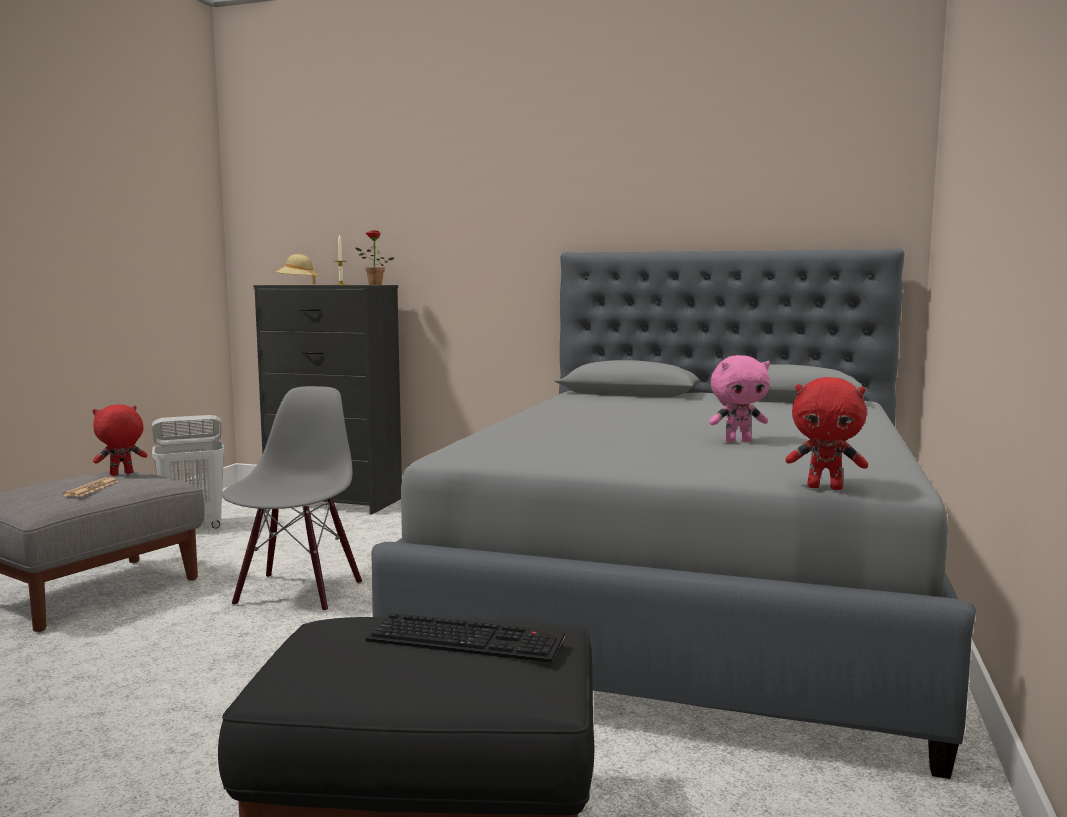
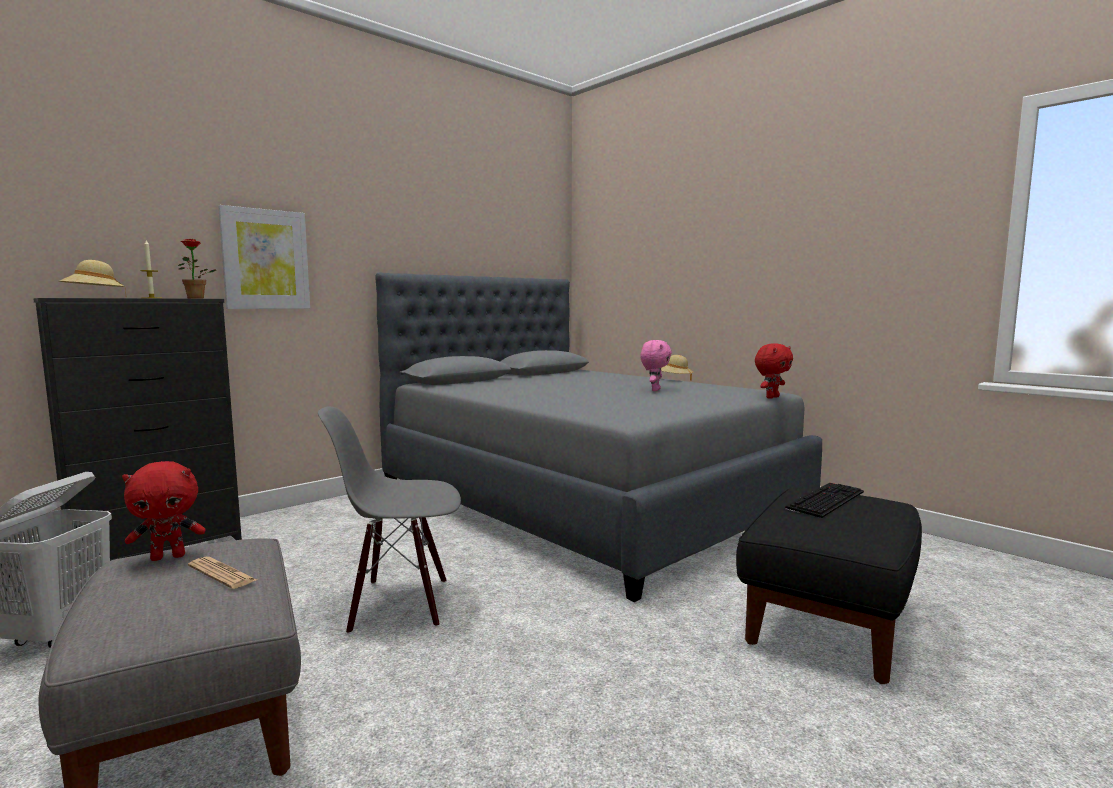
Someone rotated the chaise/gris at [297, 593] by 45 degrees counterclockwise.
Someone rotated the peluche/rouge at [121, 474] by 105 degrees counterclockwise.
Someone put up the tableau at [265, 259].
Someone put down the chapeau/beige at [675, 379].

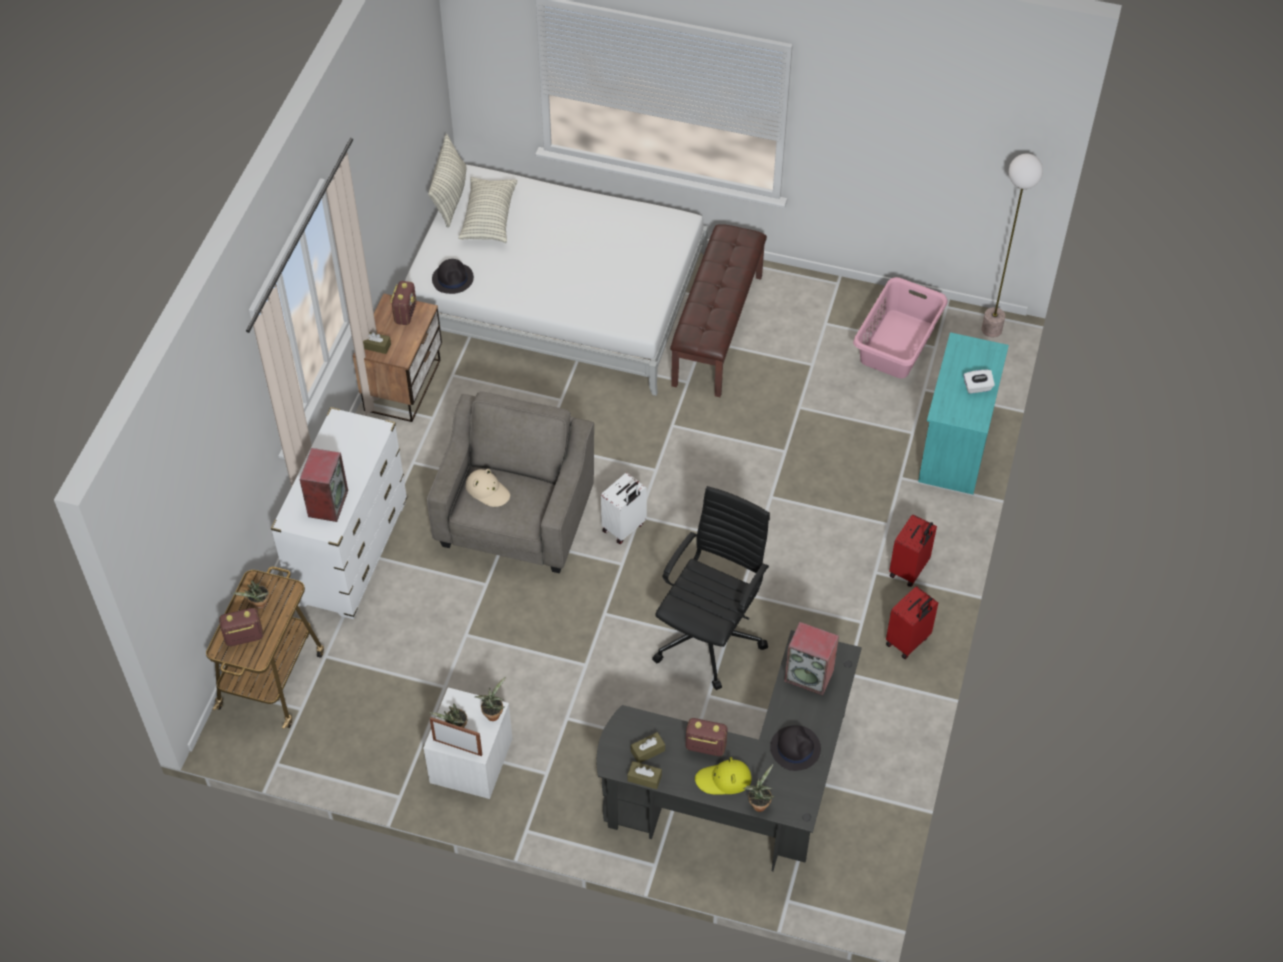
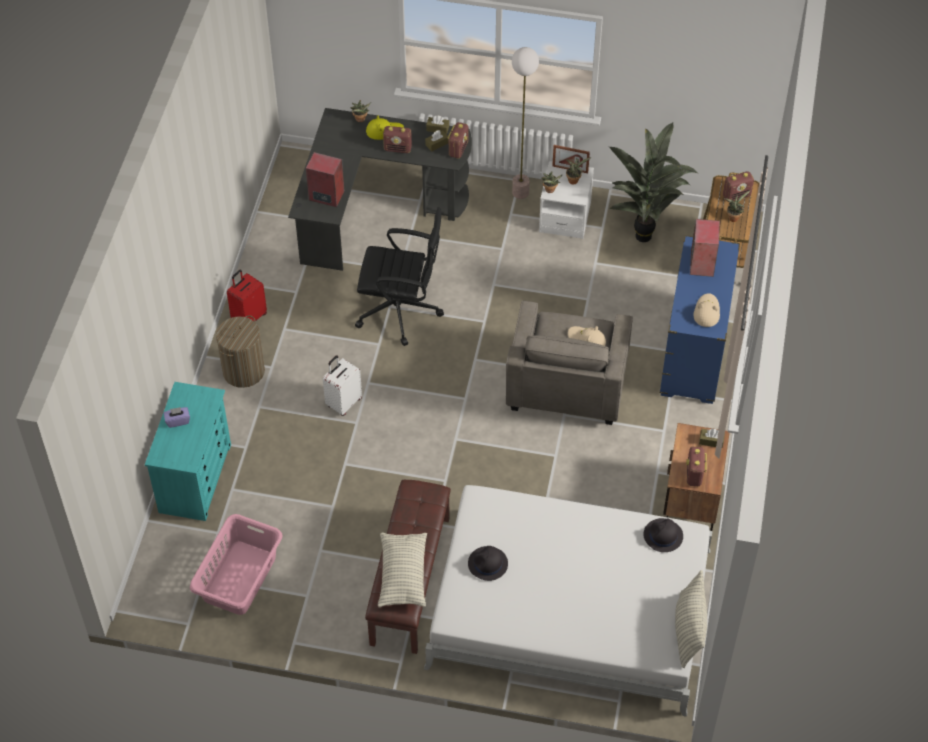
Someone carried the lampadaire from [991, 329] to [520, 192].
Someone carried the coussin from [489, 218] to [403, 576].
Someone repainted the boîte à mouchoirs/blanc at [977, 387], which became the boîte à mouchoirs/violet at [177, 421].
Someone repainted the commode/blanc at [350, 552], which became the commode/bleu at [694, 353].
Someone carried the valise/blanc from [624, 528] to [343, 402].
Someone rotated the chaise de bureau/noir at [710, 635] by 105 degrees counterclockwise.
Someone swapped the valise/rouge at [909, 570] for the panier à linge at [243, 371].
Someone carried the chapeau/noir from [795, 748] to [488, 564].
Someone put down the radio at [458, 149].
Someone put down the plante en pot at [644, 233].
Someone put down the chapeau/beige at [706, 312].

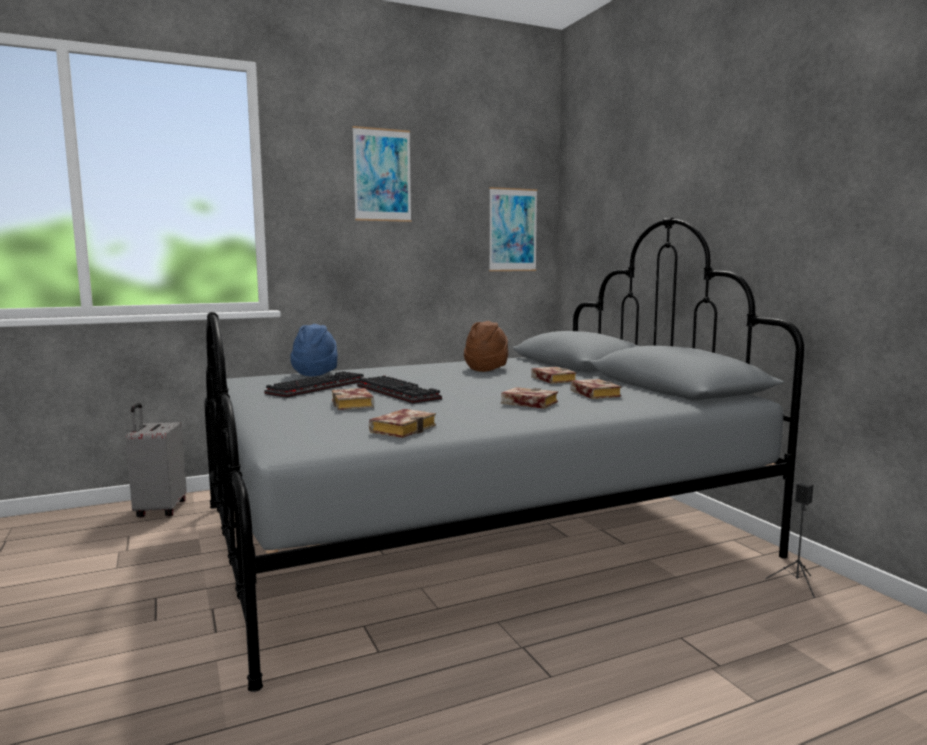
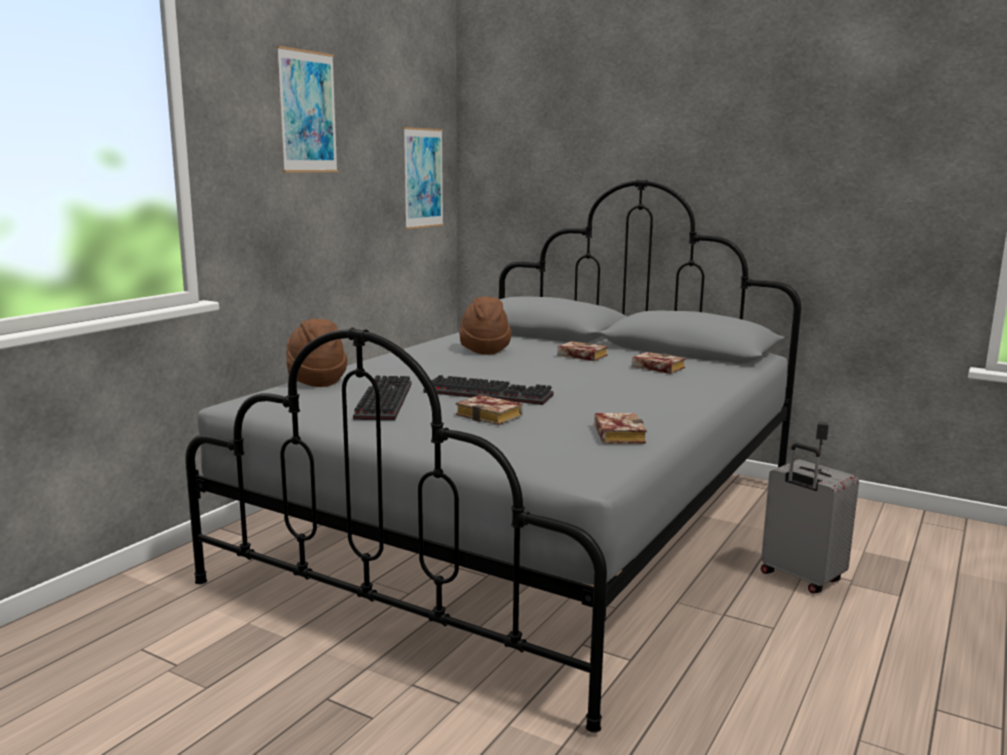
Someone repainted the chapeau/bleu at [316, 373], which became the chapeau/marron at [316, 381].
Someone took away the livre at [526, 403].
Someone carried the valise/gris from [159, 510] to [800, 578].

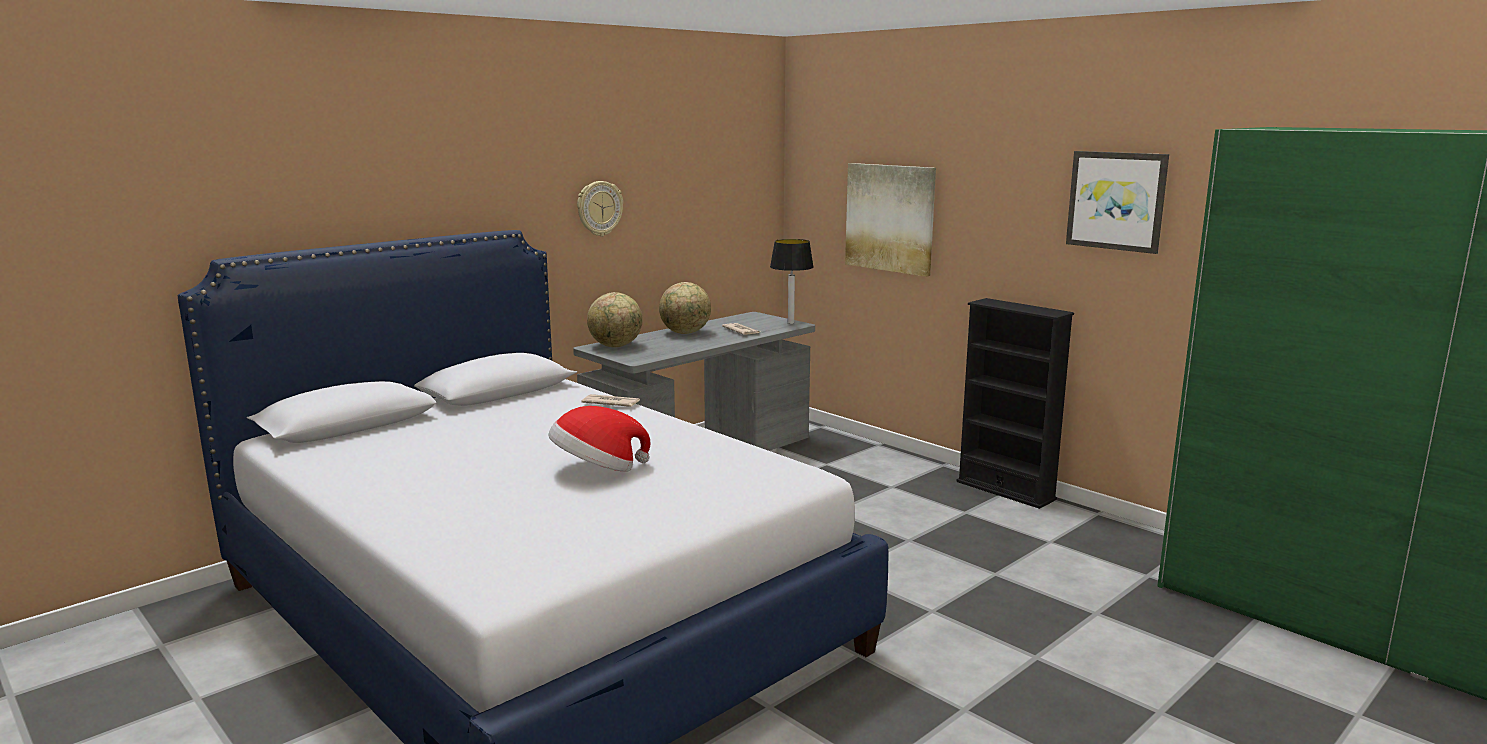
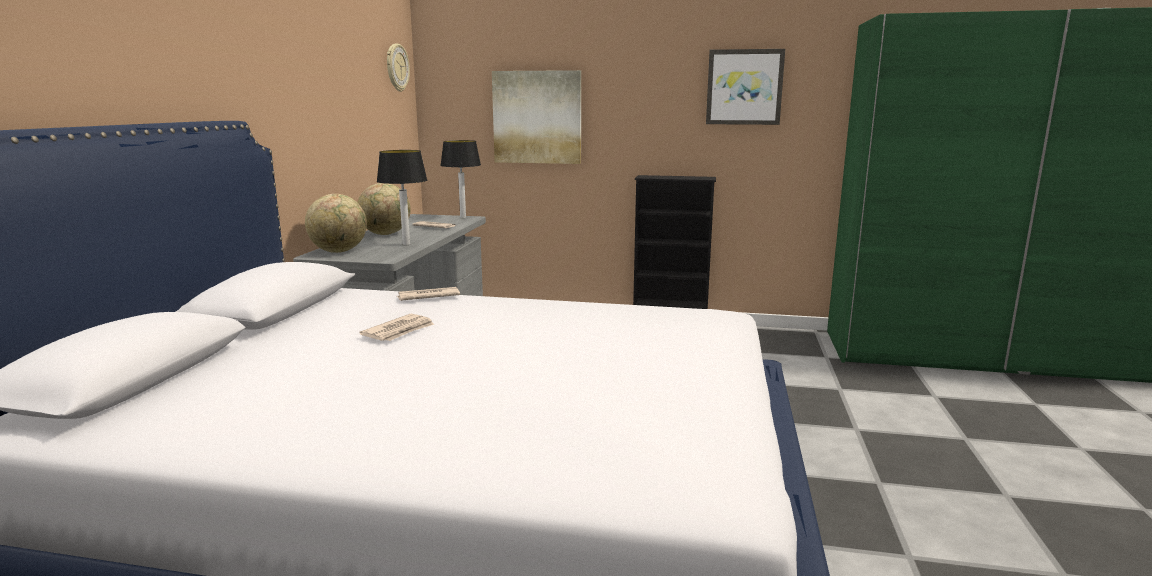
Someone carried the horloge murale from [599, 208] to [396, 67].
Someone took away the chapeau at [597, 470].
Someone put down the lampe de table at [406, 244].
Someone put down the journal at [399, 331].

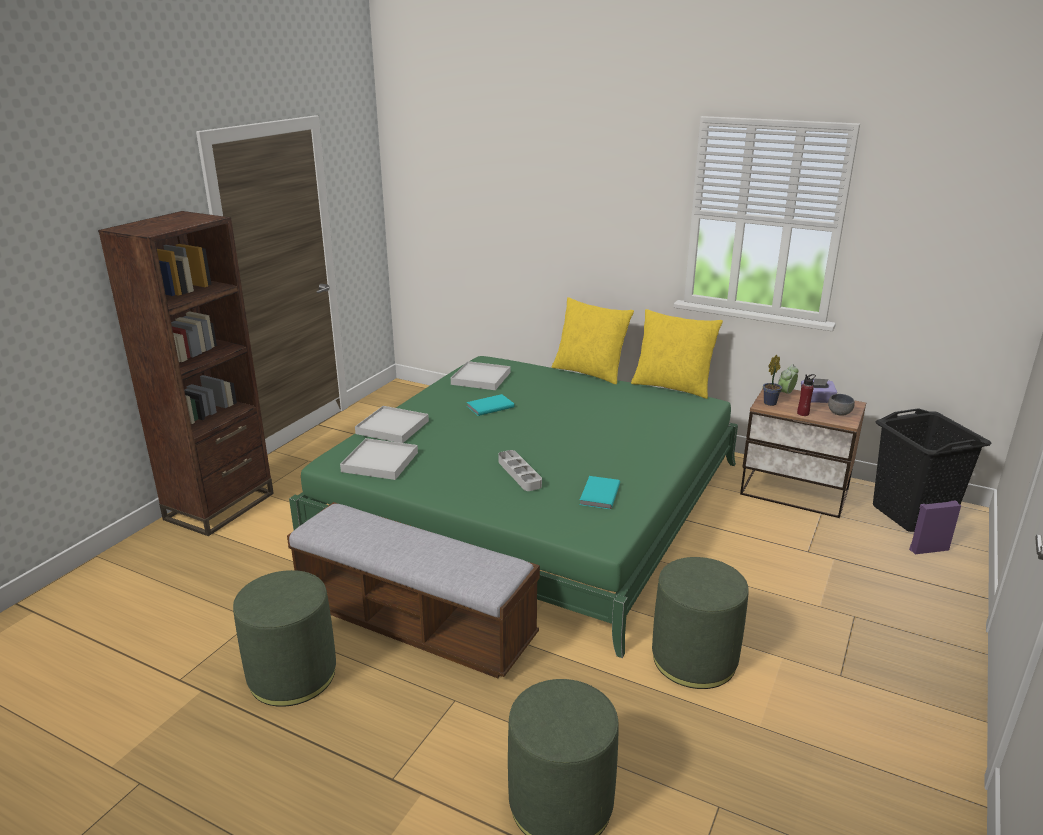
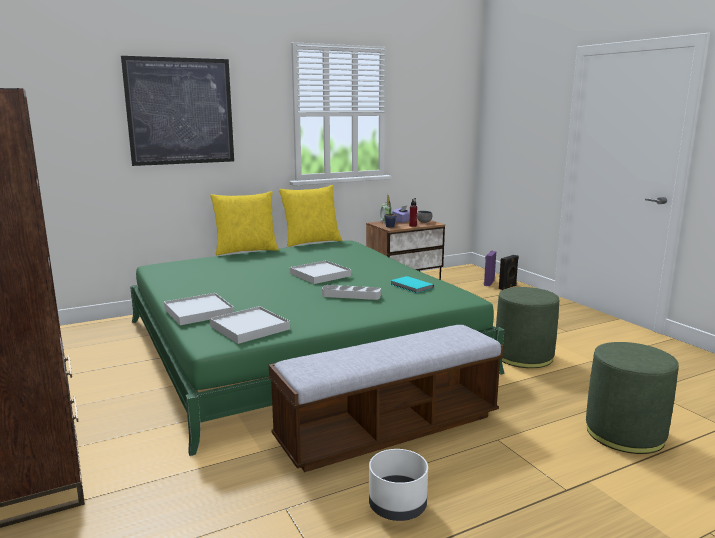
Someone carried the plateau/blanc from [481, 378] to [320, 275].
Someone took away the livre/turquoise at [489, 406].
Someone took away the panier à linge/noir at [911, 514].
Someone swapped the pouf/vert at [292, 675] for the cache-pot/blanc at [396, 506].
Someone put up the tableau at [180, 111].
Someone put down the enceinte/noir at [508, 287].

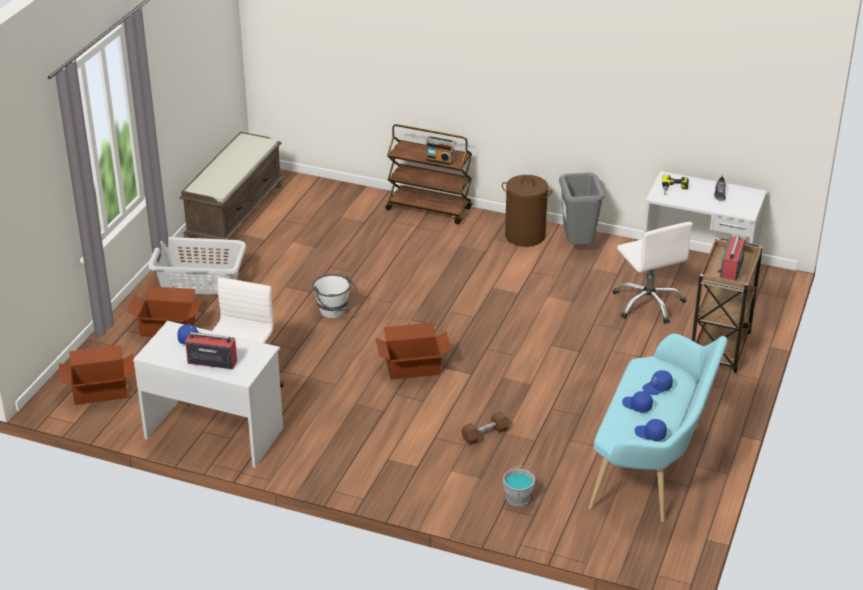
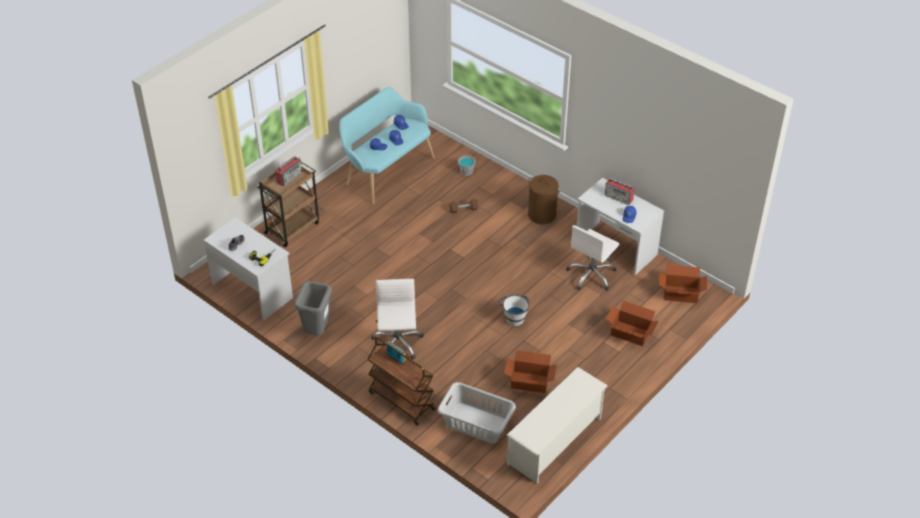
Someone swapped the banc/marron at [235, 212] for the étagère à chaussures/blanc at [555, 441].
Someone carried the panier à linge/marron from [524, 236] to [542, 215].
Someone carried the chaise de bureau/blanc from [648, 303] to [397, 343].
Someone carried the panier à linge/gris from [200, 282] to [476, 422].
Someone carried the carton from [413, 368] to [529, 381].

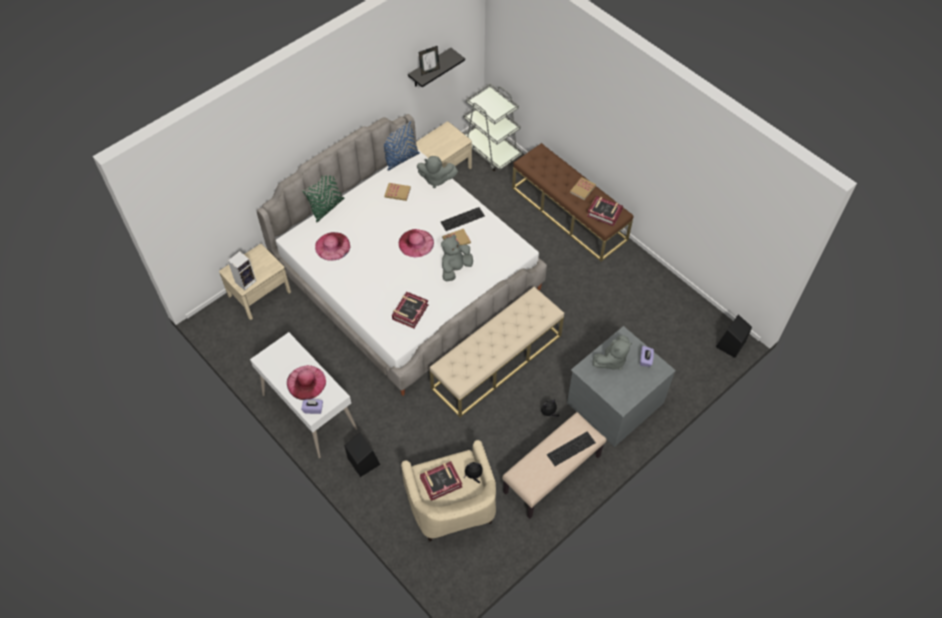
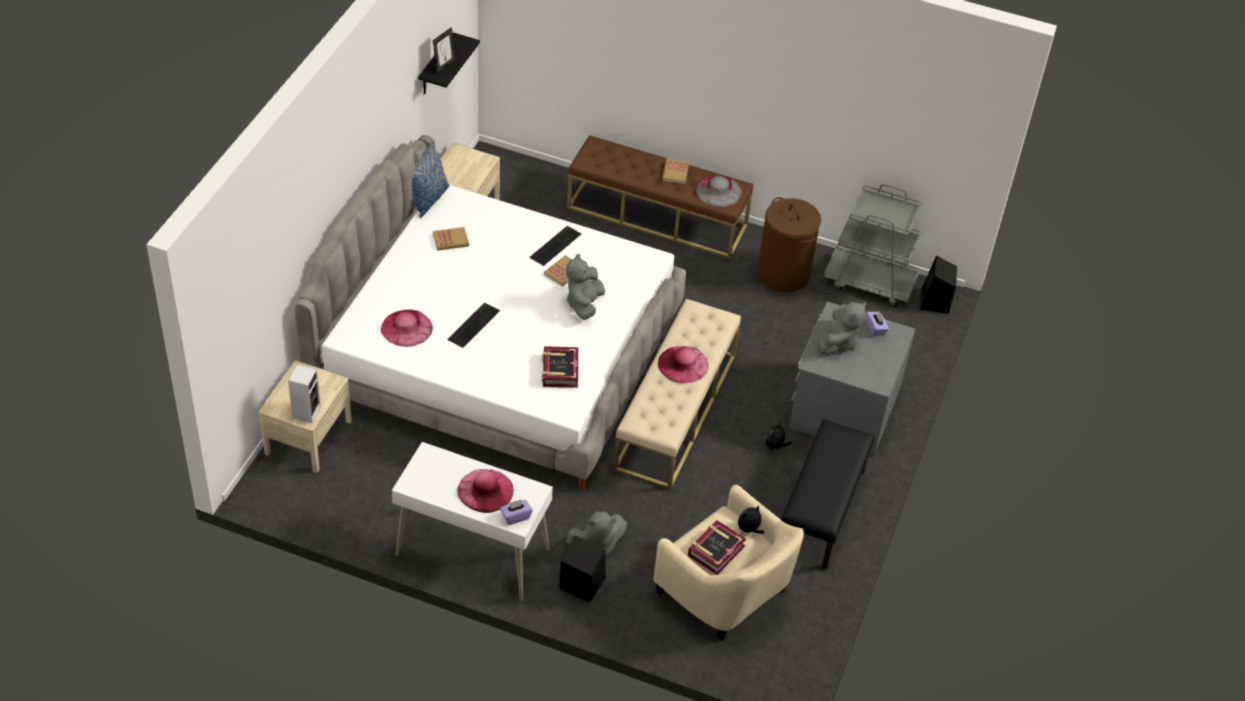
Someone carried the chariot/gris from [491, 150] to [870, 281].
Someone carried the peluche/gris from [436, 179] to [596, 545].
Someone took away the coussin/vert at [326, 208].
Someone swapped the livre at [604, 213] for the chapeau/gris at [718, 191].
Someone carried the chapeau/rose from [416, 243] to [683, 364].
Someone repainted the banc/beige at [552, 475], which became the banc/noir at [822, 512].
Someone carried the clavier from [571, 447] to [473, 324].
Someone put down the panier à linge/marron at [783, 274].

